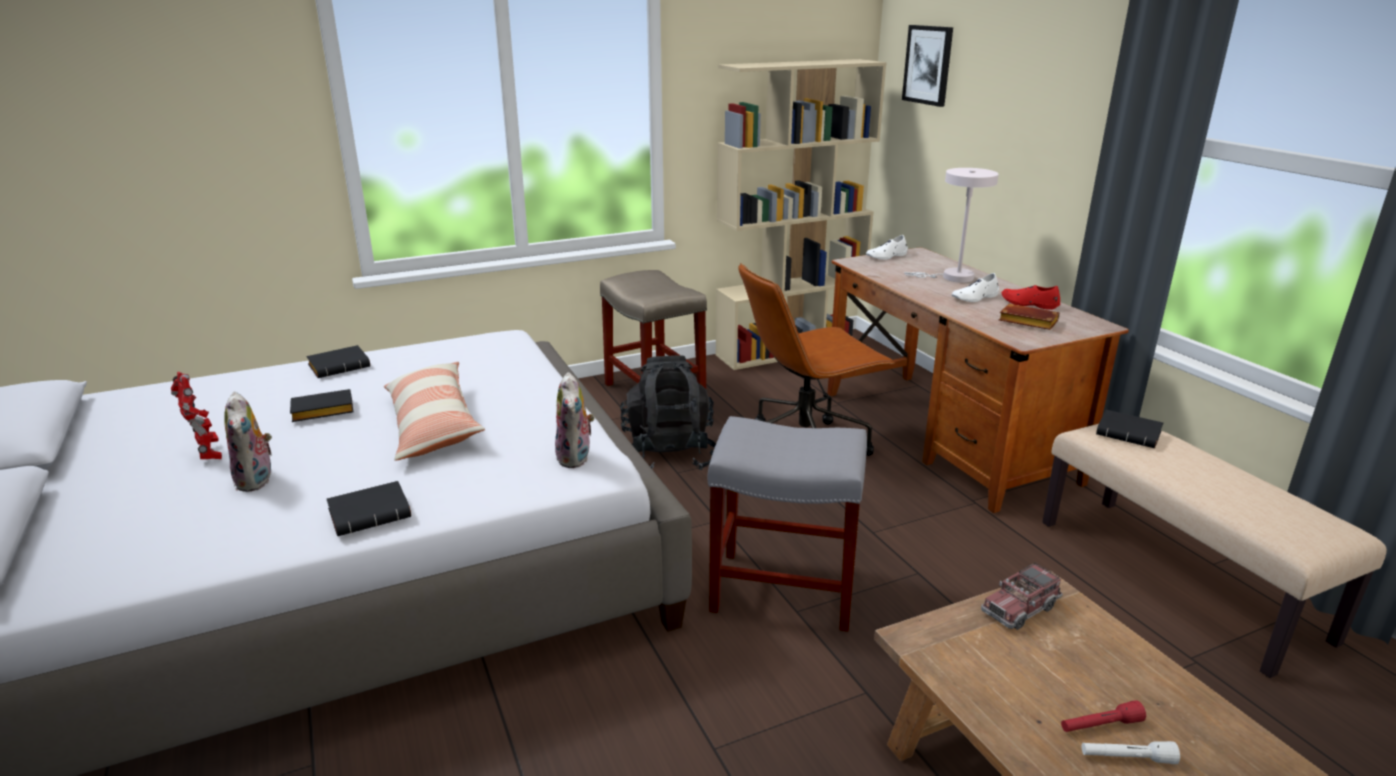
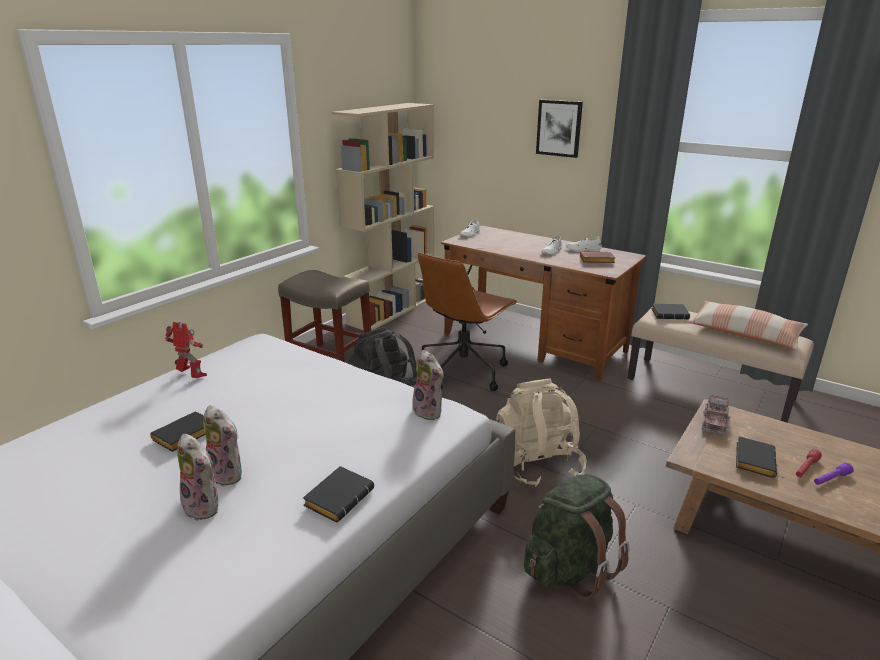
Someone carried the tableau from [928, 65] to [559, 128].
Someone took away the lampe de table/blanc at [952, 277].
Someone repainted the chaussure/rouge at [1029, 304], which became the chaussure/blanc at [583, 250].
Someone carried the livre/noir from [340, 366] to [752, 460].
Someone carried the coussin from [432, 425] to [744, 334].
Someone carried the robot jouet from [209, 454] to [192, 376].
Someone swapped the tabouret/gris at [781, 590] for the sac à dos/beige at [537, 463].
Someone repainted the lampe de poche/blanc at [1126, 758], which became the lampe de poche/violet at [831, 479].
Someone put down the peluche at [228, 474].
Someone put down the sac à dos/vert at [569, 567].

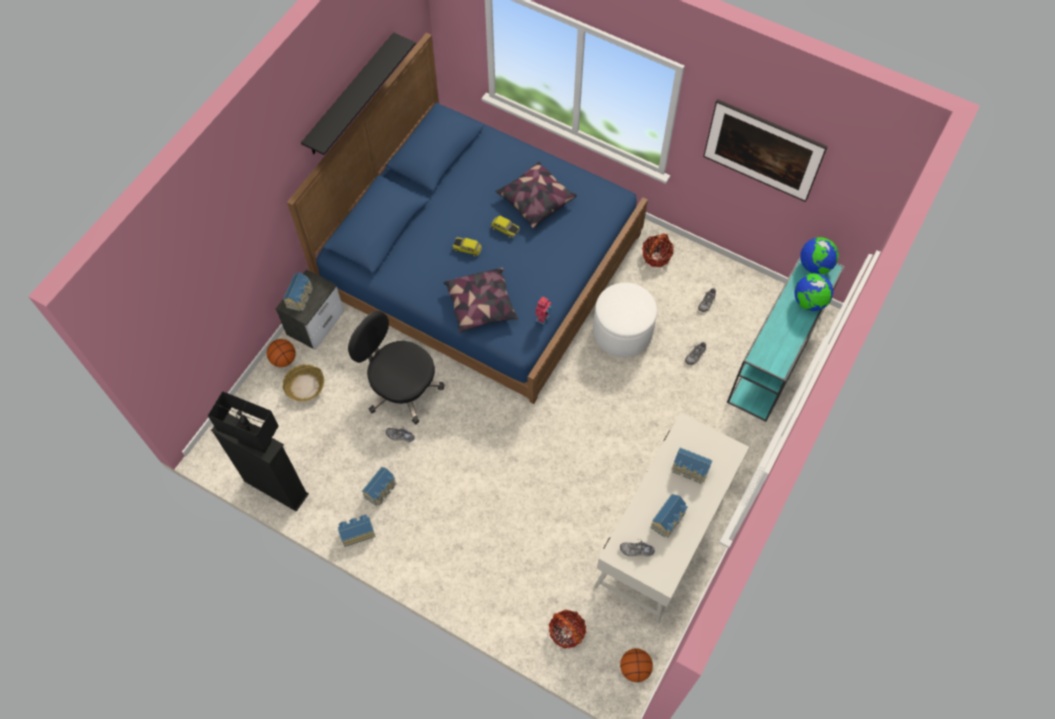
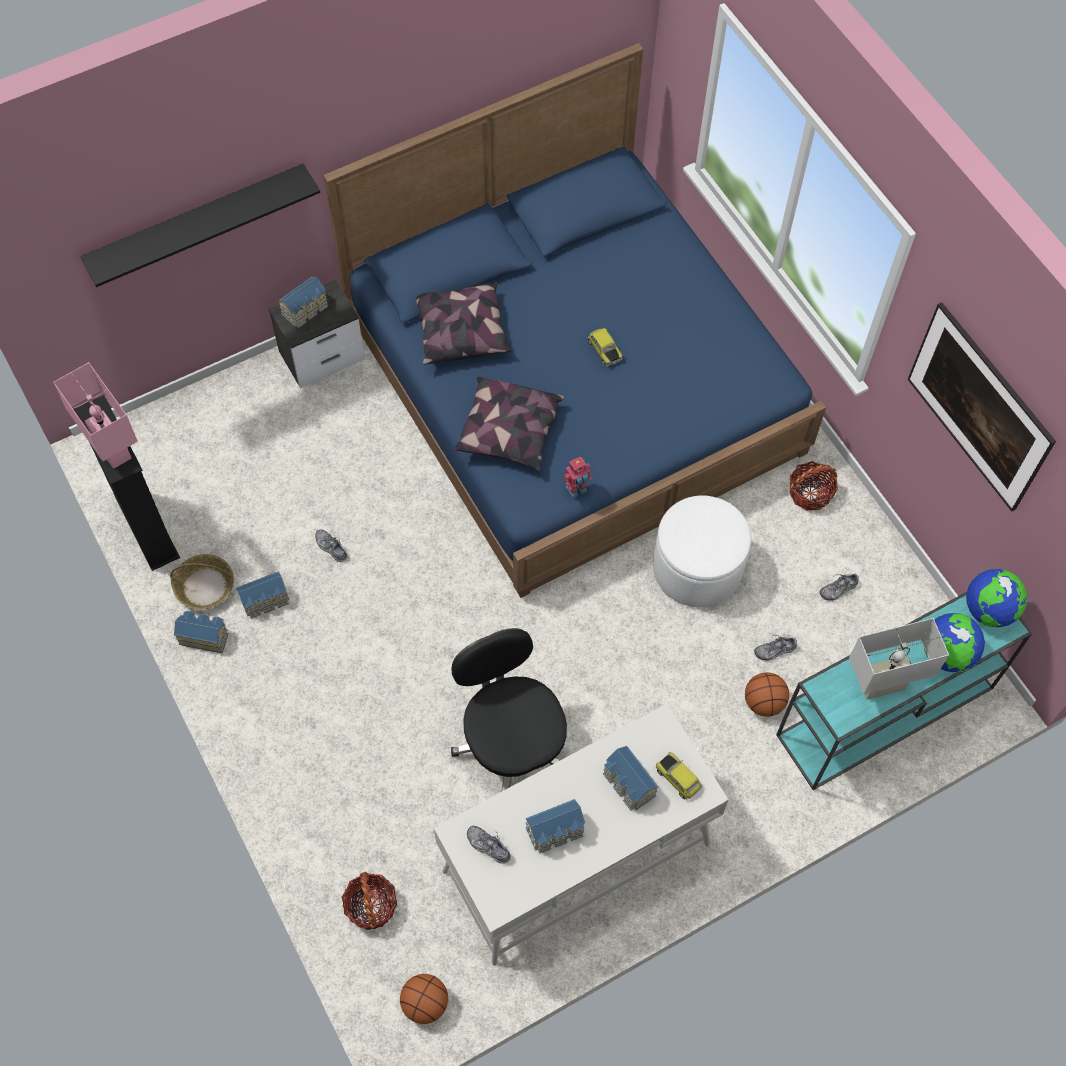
Someone carried the étagère/noir from [350, 96] to [197, 223].
Someone carried the coussin from [535, 200] to [461, 331].
Someone carried the petite voiture from [467, 248] to [678, 778].
Someone carried the chaise de bureau/noir from [401, 388] to [512, 742].
Someone carried the ballon de basket from [284, 359] to [764, 702].
Someone carried the panier from [305, 386] to [205, 586].
Someone repainted the lampe de table/noir at [255, 442], which became the lampe de table/rose at [112, 449].
Someone put down the lampe de table/blanc at [882, 685].

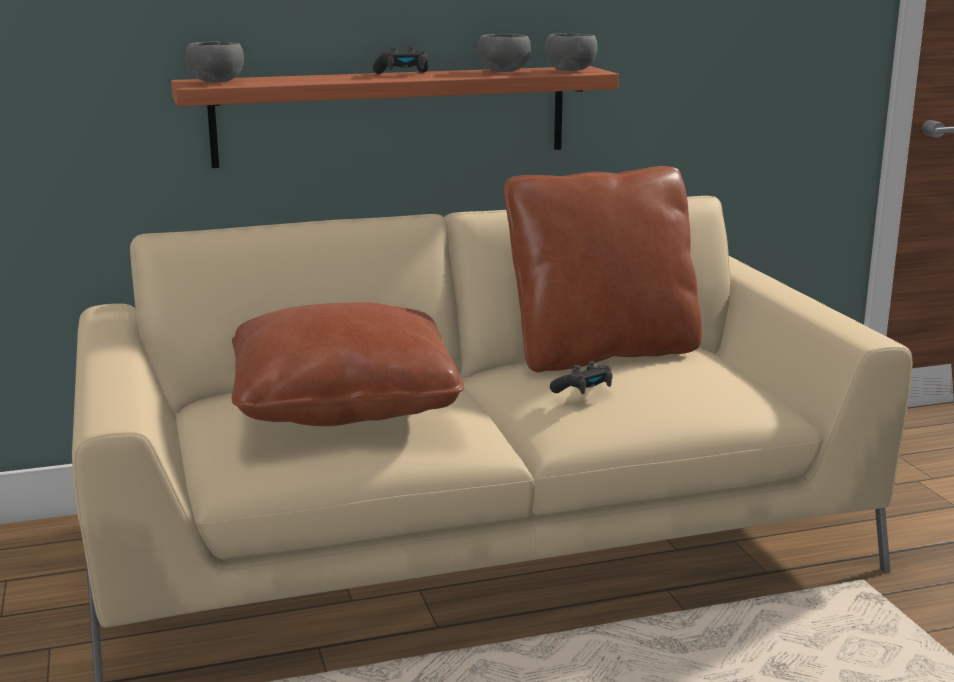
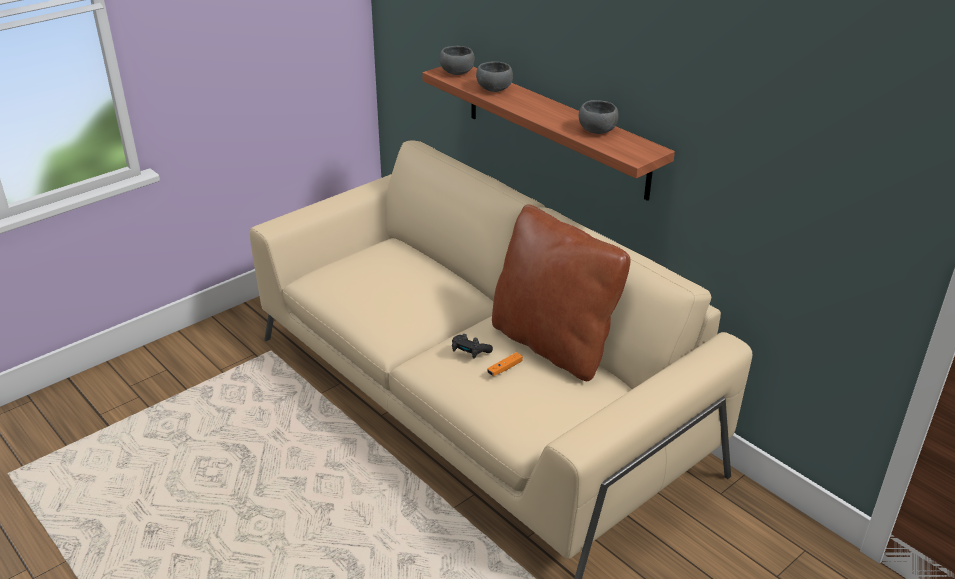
Someone carried the bol/gris from [571, 71] to [494, 90].
Someone took away the manette/noir at [403, 74].
Someone took away the coussin/marron at [343, 404].
Someone put down the manette/orange at [504, 368].

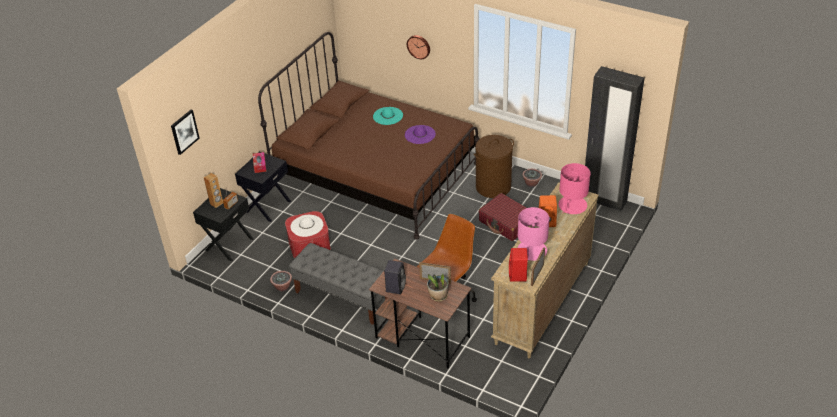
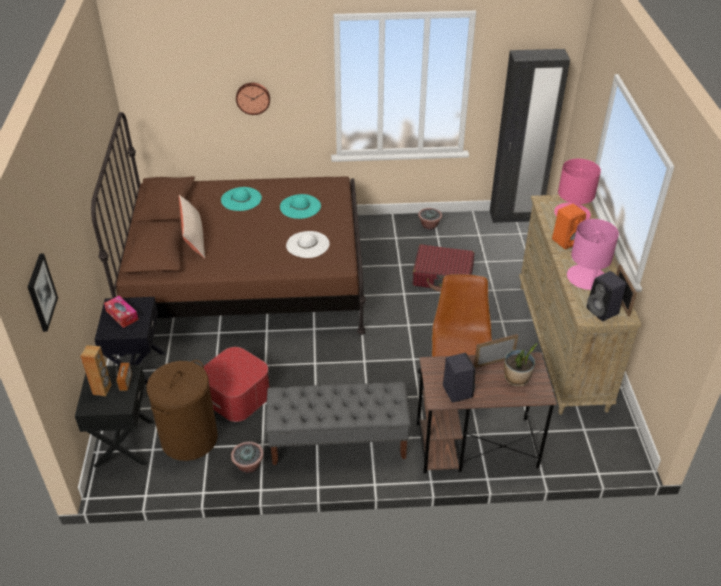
Someone repainted the chapeau/violet at [420, 134], which became the chapeau/turquoise at [300, 206].
Someone carried the panier à linge/marron from [493, 186] to [189, 438].
Someone carried the chapeau/blanc from [307, 225] to [307, 244].
Someone repainted the enceinte/rouge at [518, 276], which became the enceinte/noir at [603, 311].
Someone put down the coussin/beige at [193, 238].

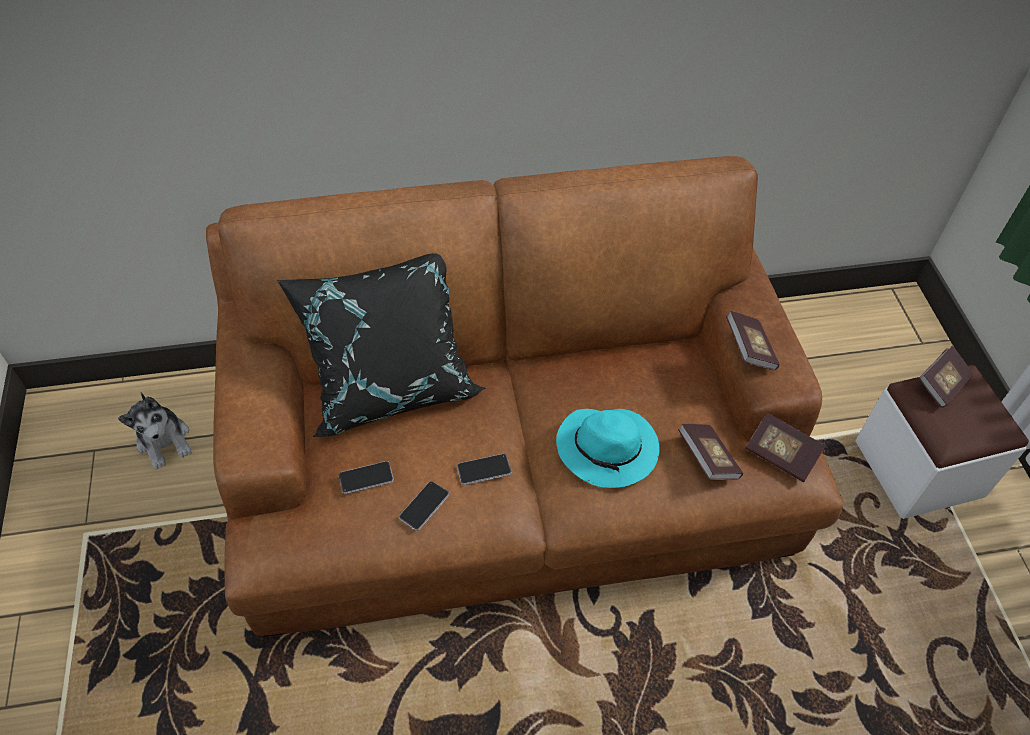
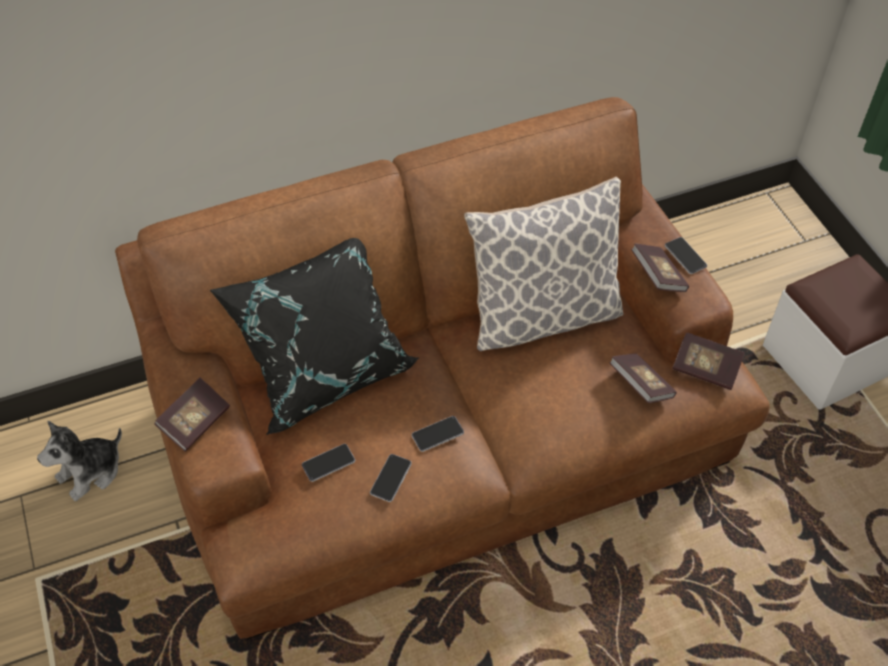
Someone carried the livre from [941, 384] to [195, 422].
Someone rotated the peluche at [164, 440] by 90 degrees clockwise.
Someone took away the chapeau/turquoise at [608, 449].
Someone put down the coussin at [543, 315].
Someone put down the téléphone at [685, 256].

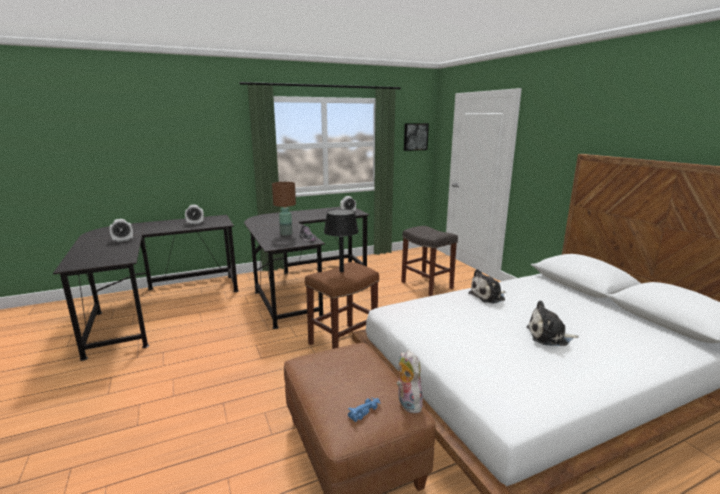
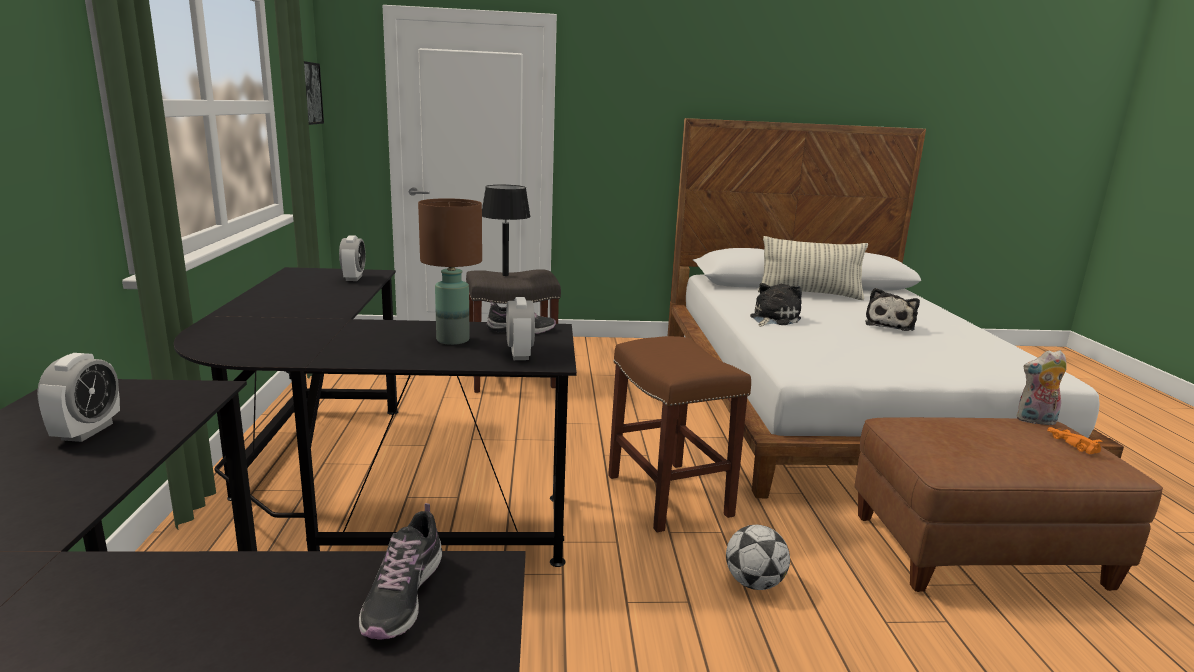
Someone carried the lampe de table/noir from [341, 271] to [505, 275].
Someone carried the réveil from [123, 240] to [519, 355].
Someone rotated the peluche at [488, 296] by 135 degrees counterclockwise.
Someone repainted the petite voiture/bleu at [365, 410], which became the petite voiture/orange at [1070, 443].
Someone put down the coussin at [809, 294].
Someone put down the chaussure at [403, 595].
Someone put down the ballon de foot at [754, 583].

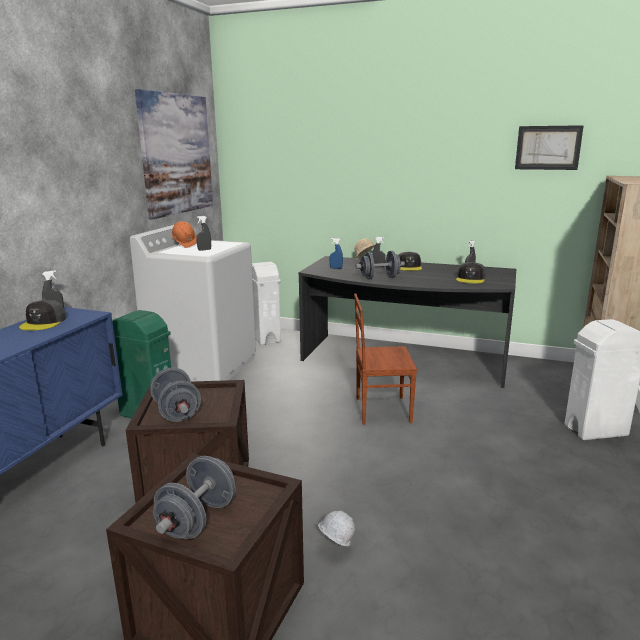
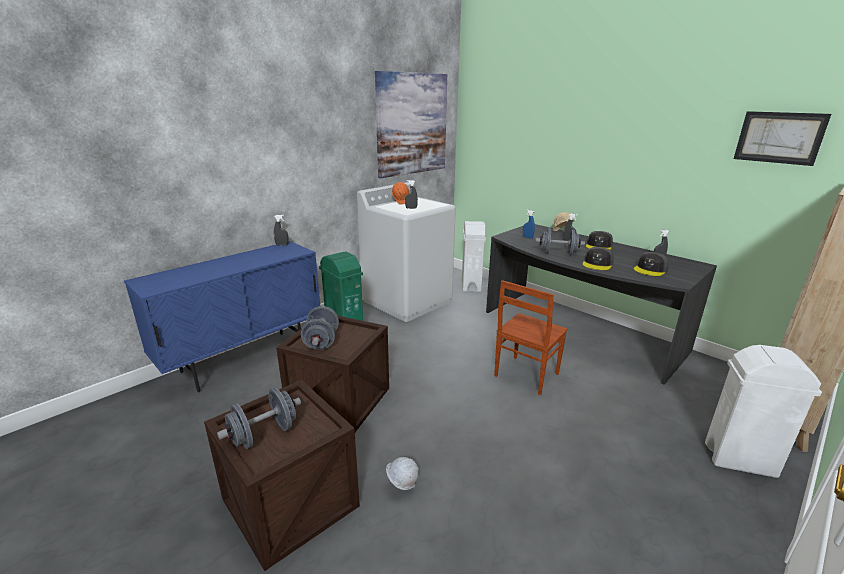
Someone rotated the chaise/marron at [381, 409] by 75 degrees counterclockwise.
Someone carried the casquette/gris from [43, 322] to [597, 264].

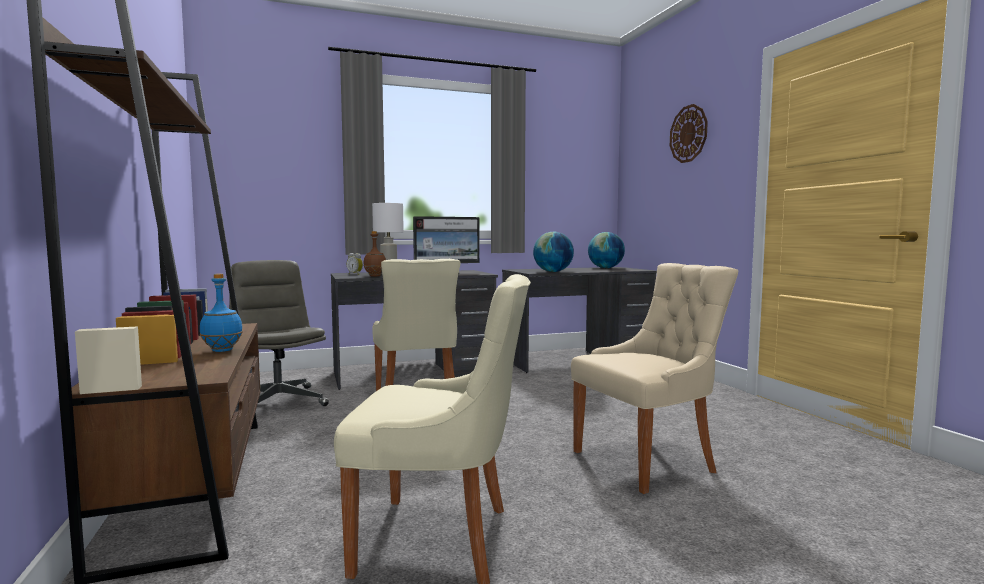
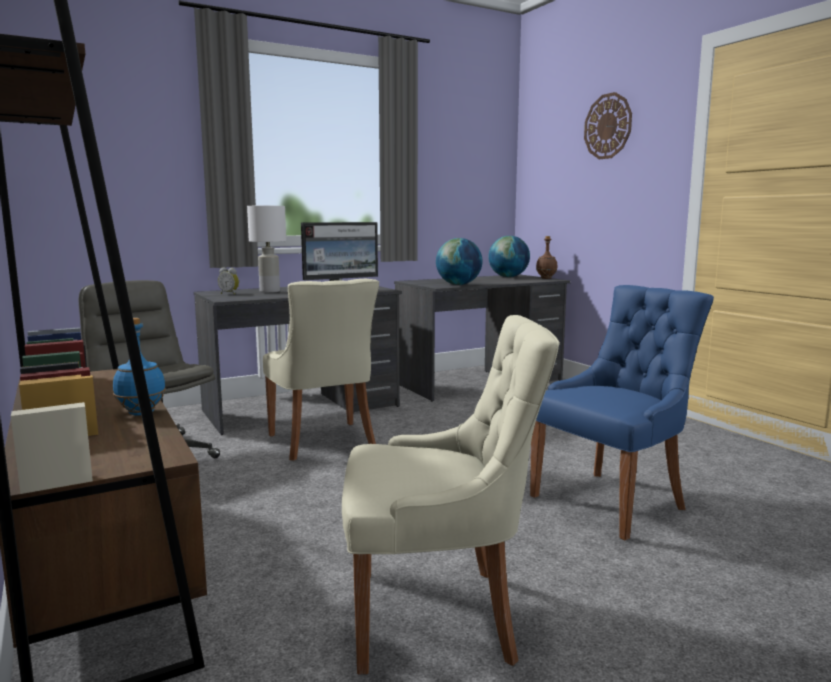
Someone carried the bouteille/marron from [375, 276] to [545, 278].
Someone repainted the chaise/beige at [648, 461], which became the chaise/bleu at [611, 501].

